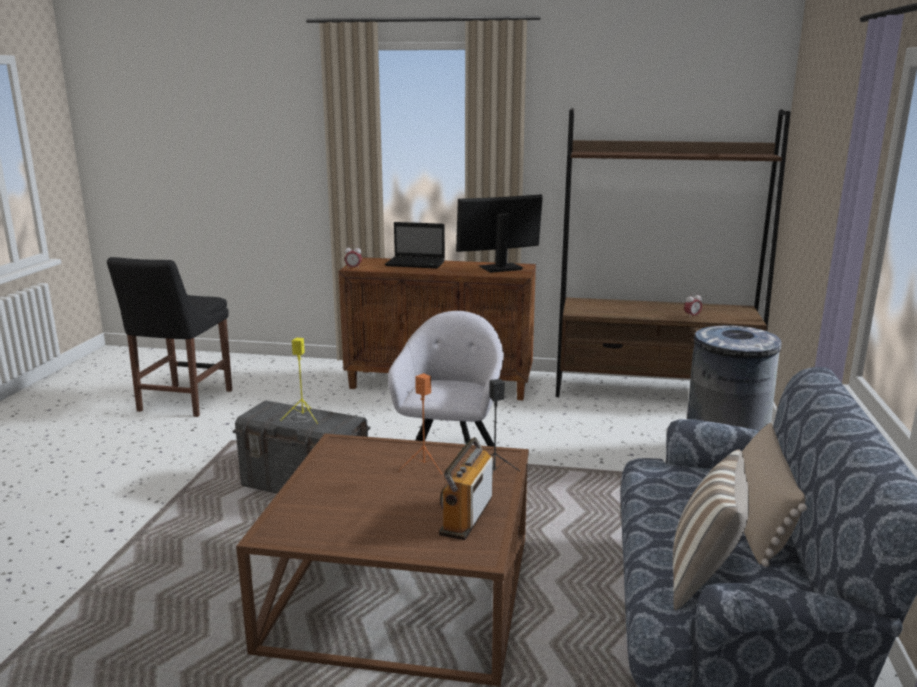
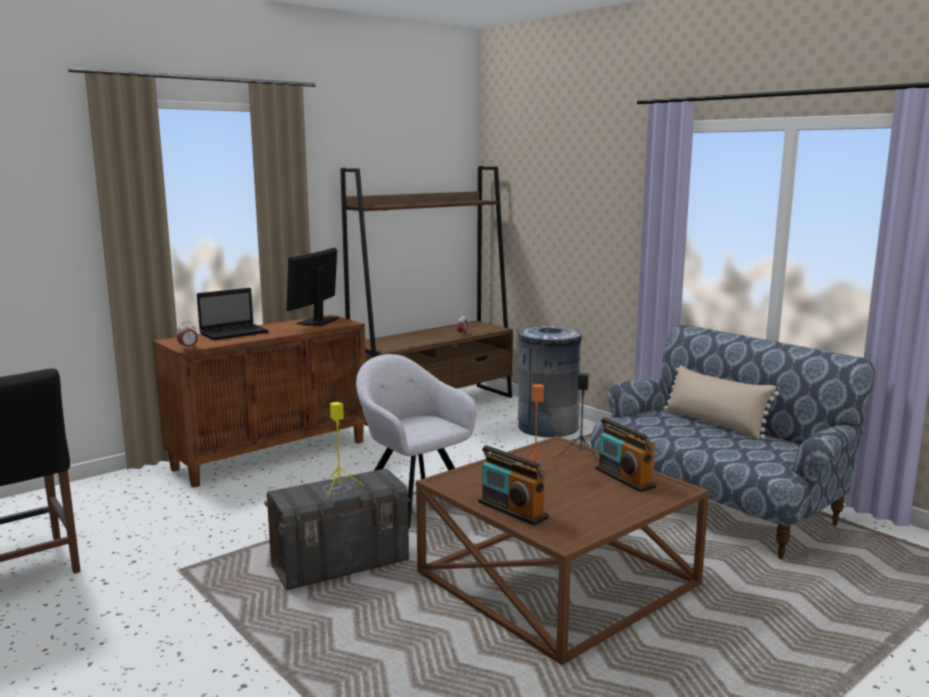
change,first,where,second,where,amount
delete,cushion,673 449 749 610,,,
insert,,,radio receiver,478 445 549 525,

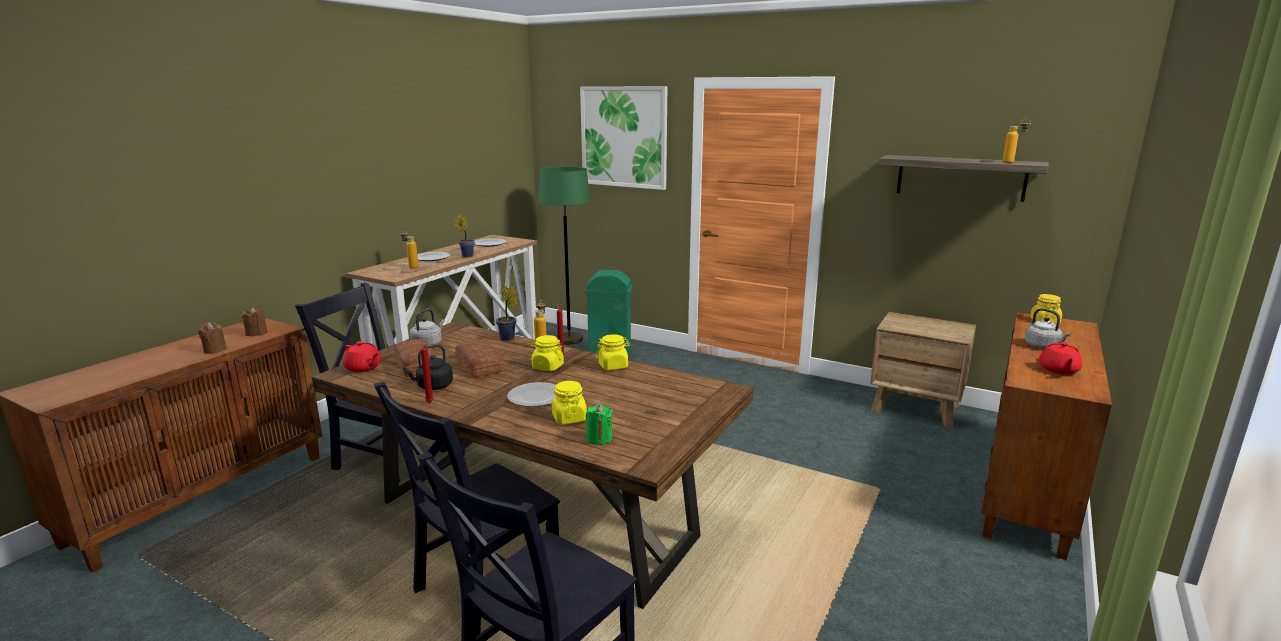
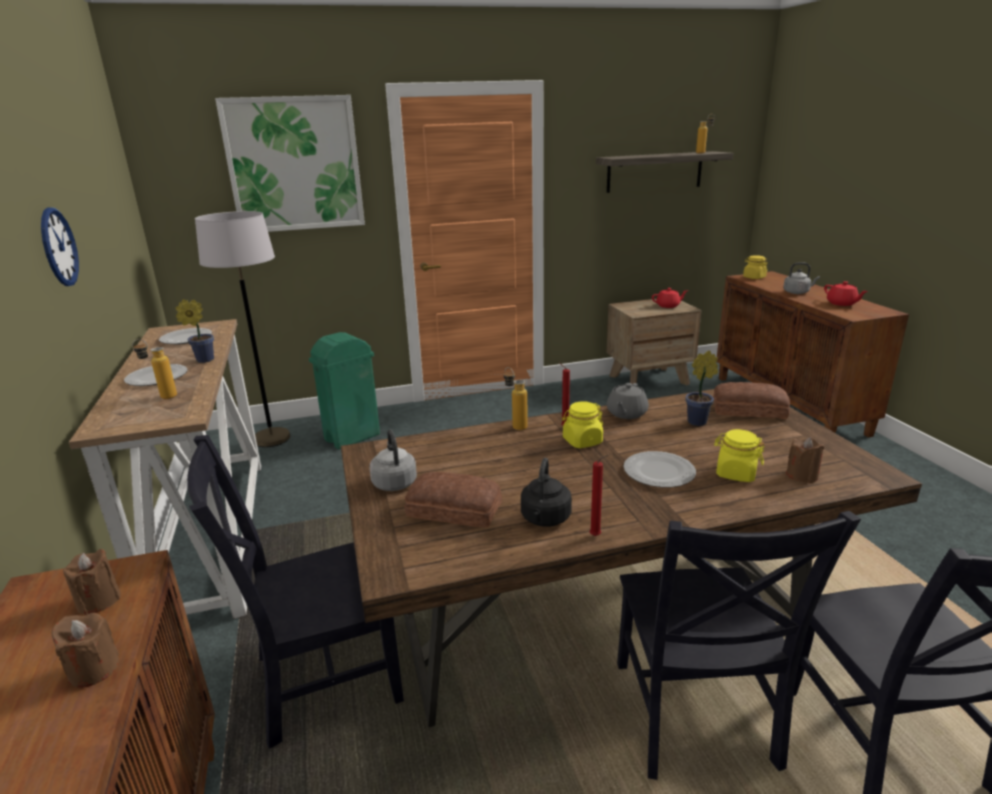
change,first,where,second,where,amount
insert,,,wall clock,41 207 79 286,
move,pot for tea in red,343 341 381 372,,652 288 688 308,
move,baked bread,455 339 505 378,,713 382 790 419,
move,potted plant,496 286 518 341,,685 351 718 426,
replace,preserve jar in yellow,596 334 630 370,pot for tea in greyish,607 383 649 419,
recolor,standing lamp in green,538 166 591 344,standing lamp in greyish,195 211 291 447,
recolor,wax light in green,586 404 613 445,wax light in brown-coloured,786 437 824 483,

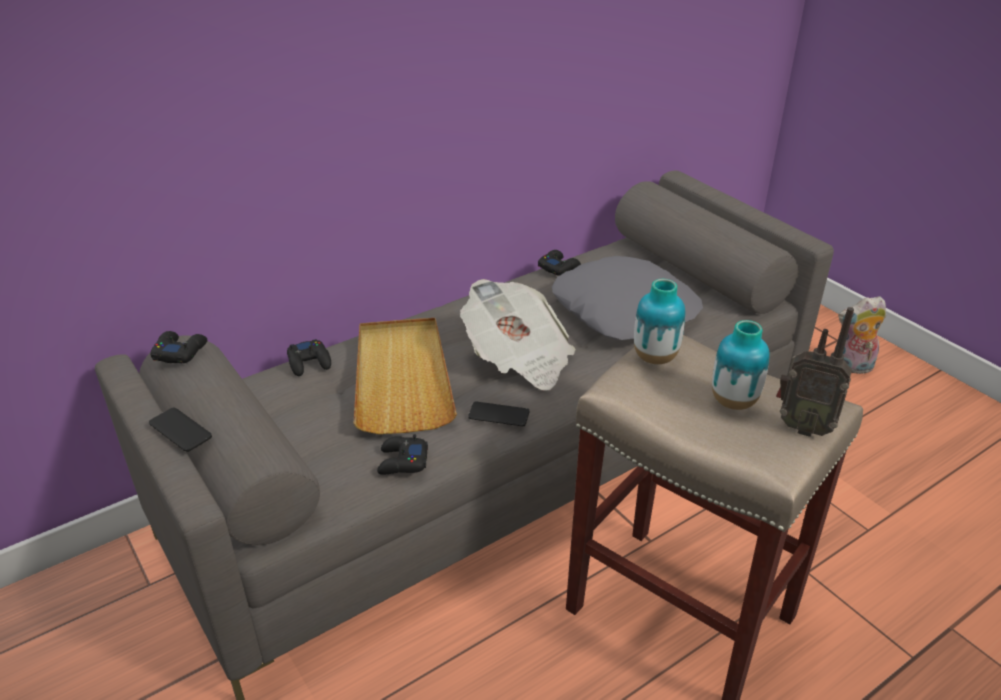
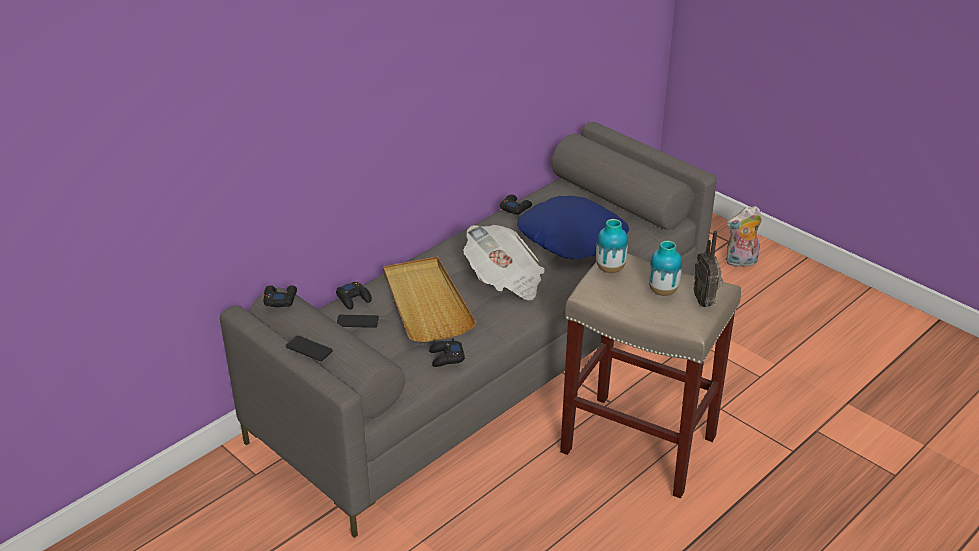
change,first,where,second,where,amount
move,telephone,468 402 529 426,,337 315 379 328,
recolor,cushion in greyish,552 256 703 340,cushion in blue-coloured,517 196 629 259,
rotate,radio receiver,776 307 854 437,,694 231 723 307,60 degrees clockwise

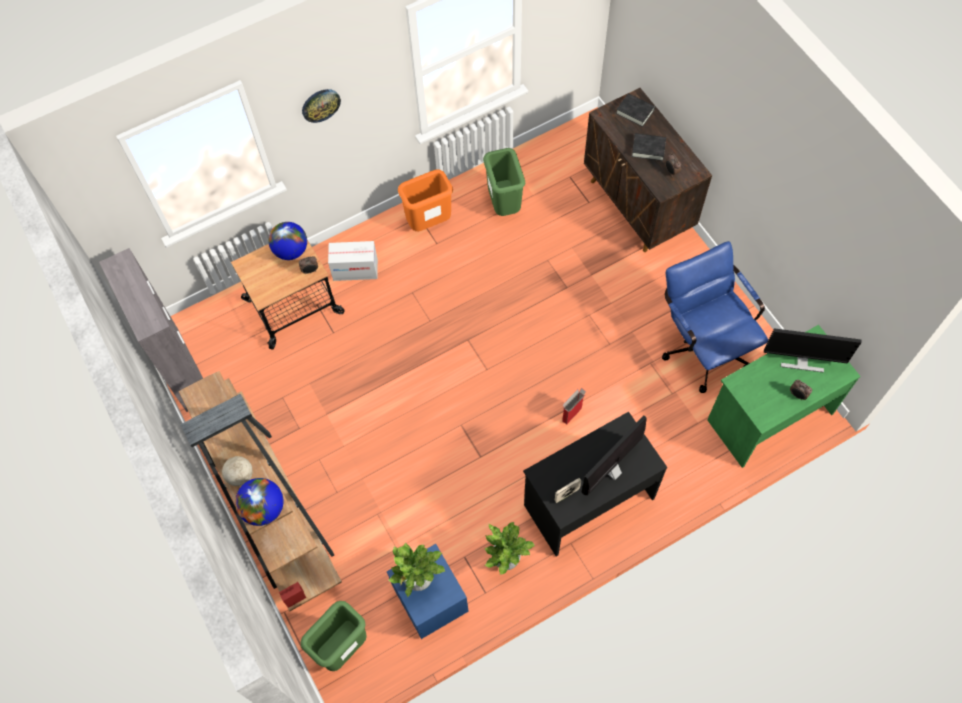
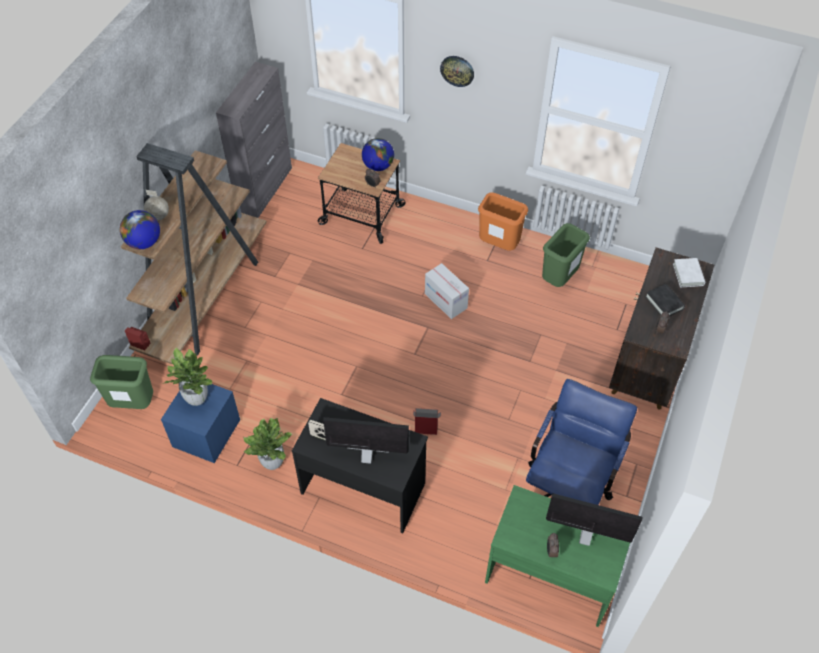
change,first,where,second,where,amount
move,packing box,328 241 378 281,,425 263 469 319,
recolor,bound book in blackish,616 93 655 127,bound book in white,673 258 705 288,
rotate,computer screen,764 328 861 373,,546 493 643 546,135 degrees clockwise

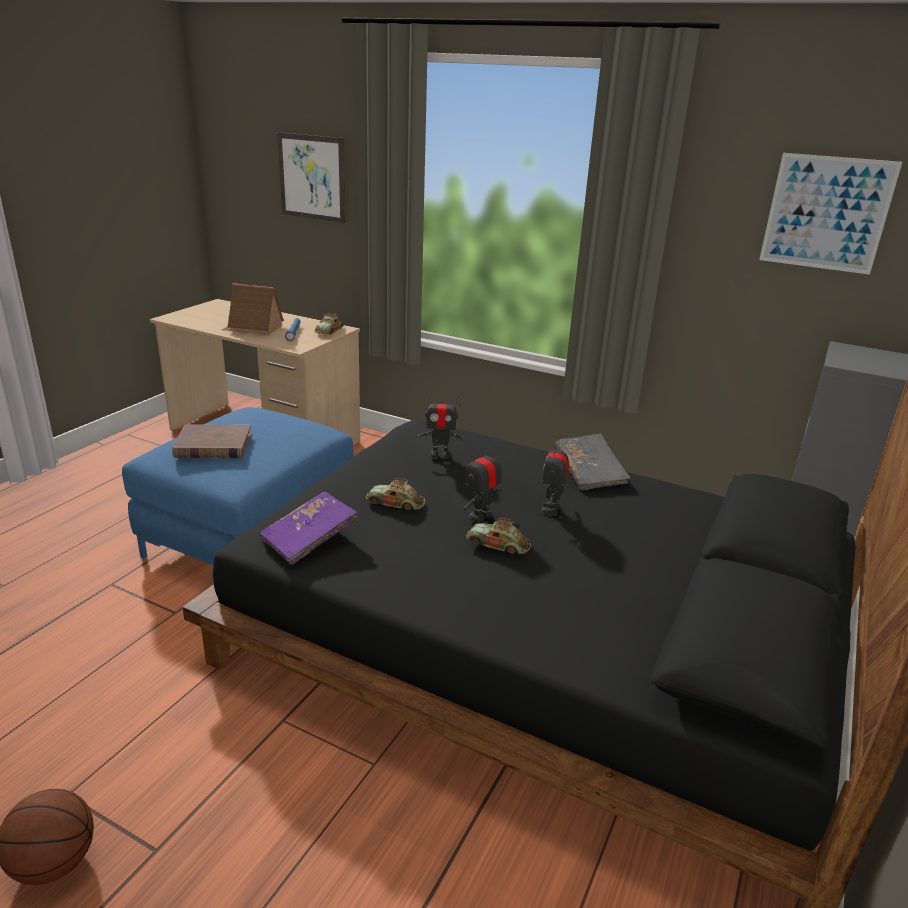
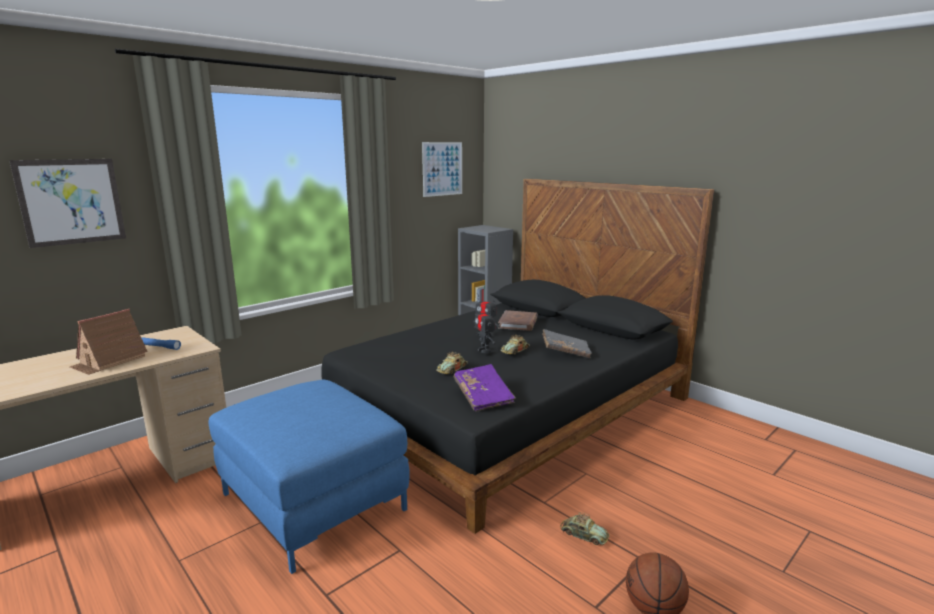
change,first,where,second,where,amount
delete,robot figure,417 392 466 459,,,
move,bound book in brown-coloured,172 424 252 458,,498 310 538 331,
move,model car,315 313 344 334,,560 512 609 545,
move,bound book in greyish,554 433 630 491,,542 329 592 358,

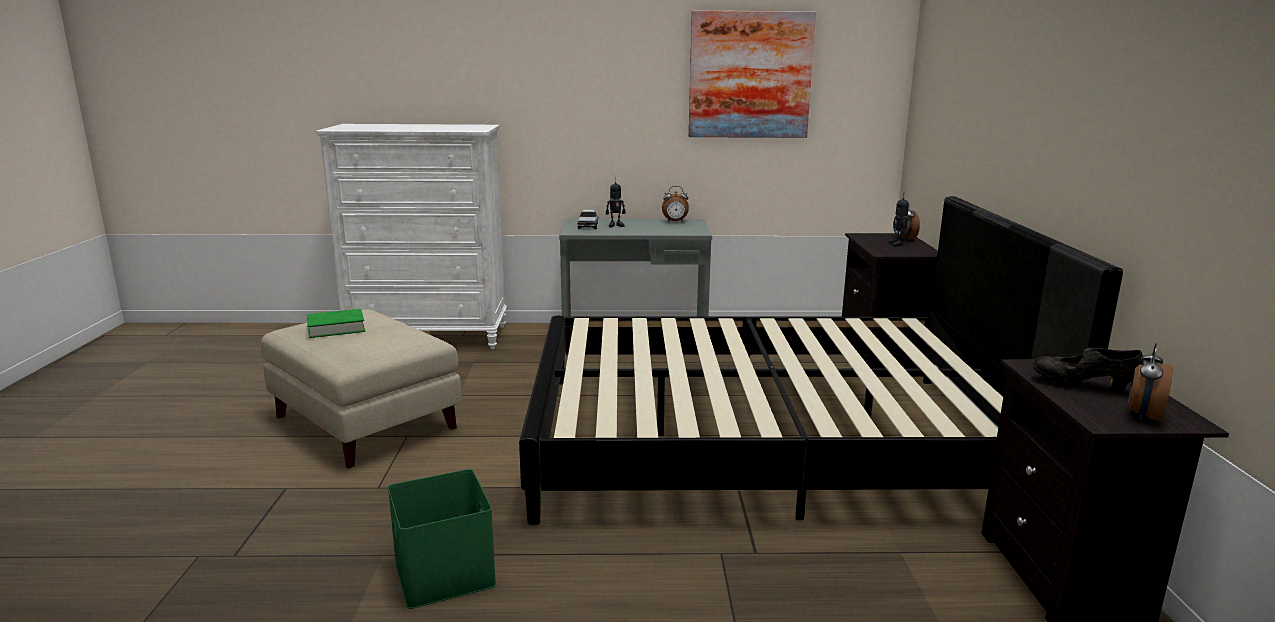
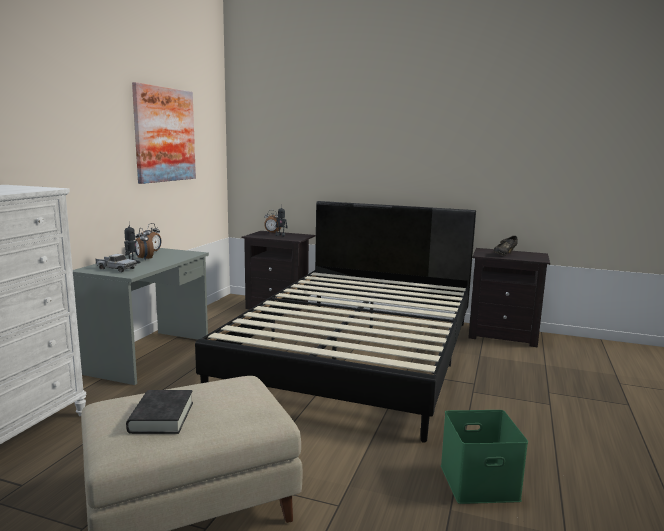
change,first,where,second,where,amount
move,table clock,1128 343 1173 421,,135 228 154 260,
recolor,bound book in green,307 309 365 338,bound book in blackish,126 390 193 434,

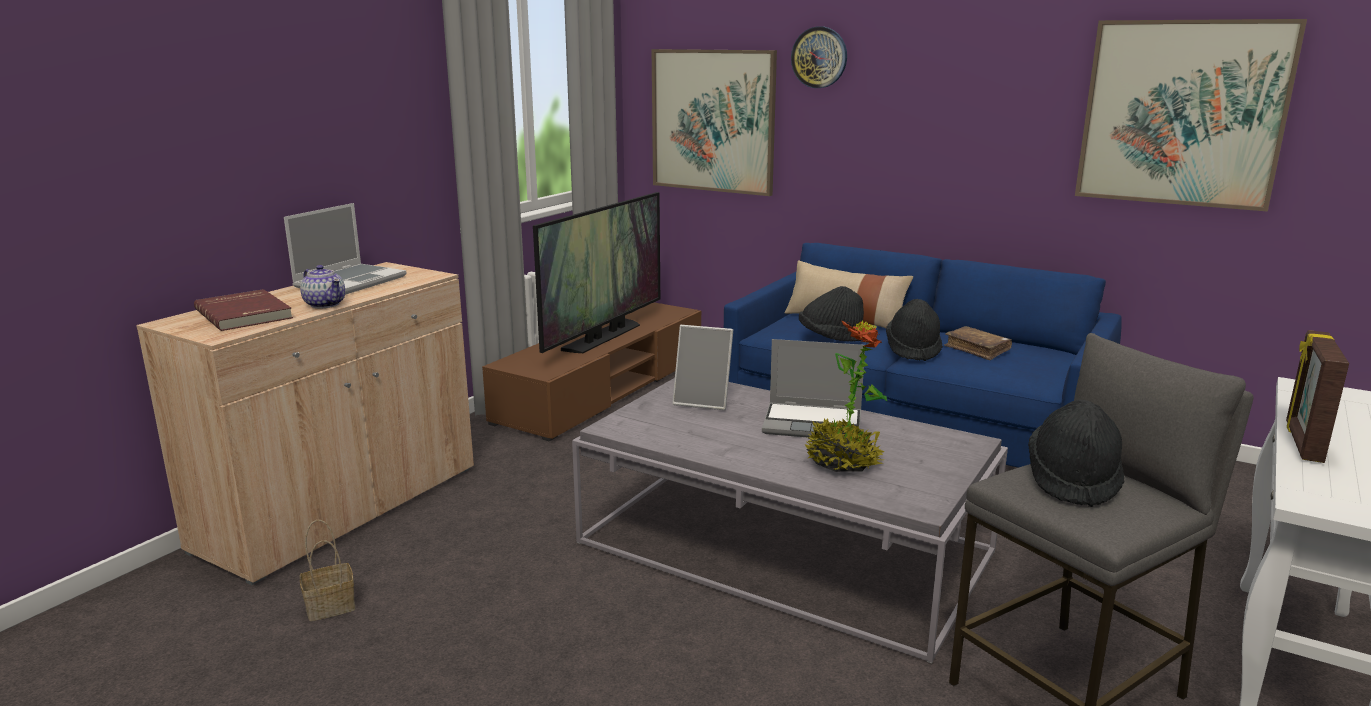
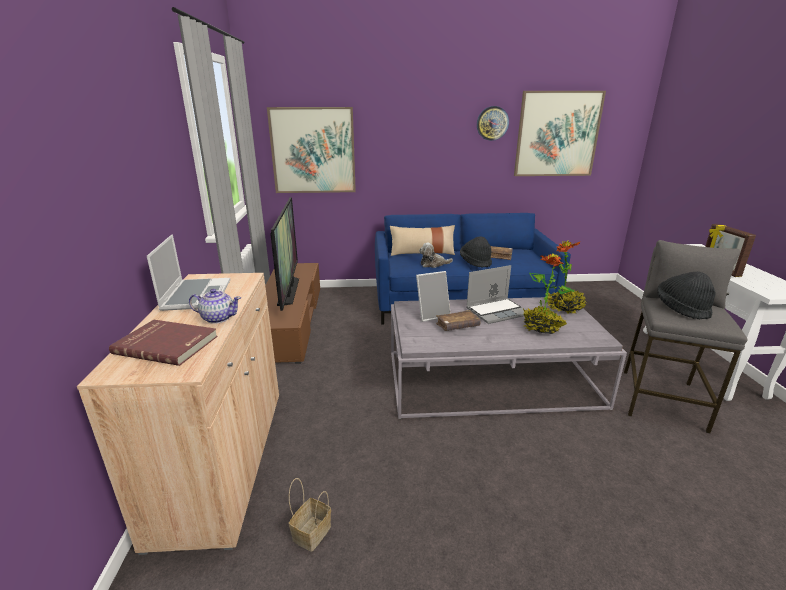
change,first,where,second,where,amount
insert,,,bound book in brown-coloured,436 310 481 331,
insert,,,potted plant,547 240 587 313,
move,wall clock,791 26 847 88,,477 106 509 141,
replace,hat in blackish,799 286 864 342,plush toy,419 243 453 268,

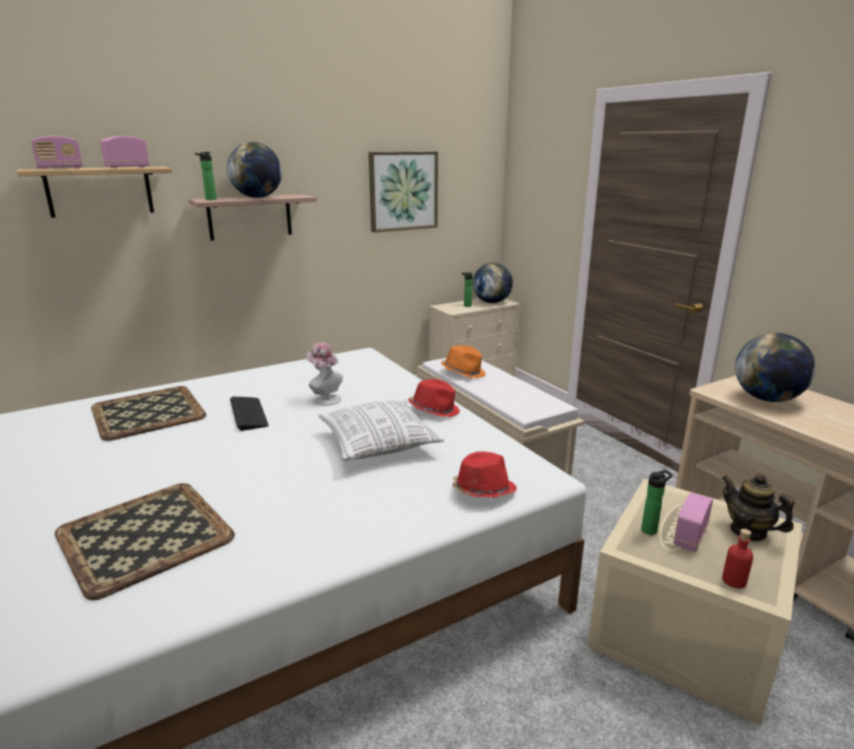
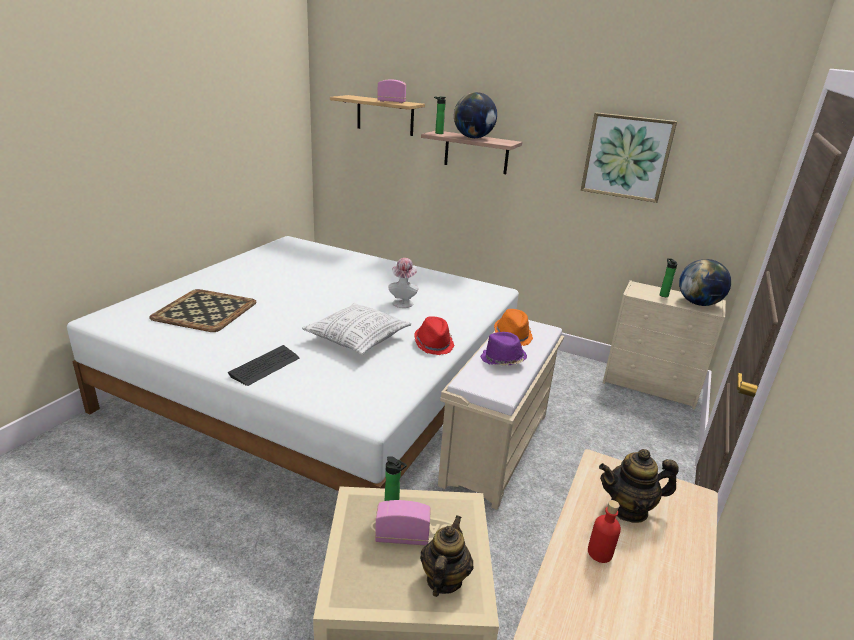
change,first,where,second,where,amount
delete,radio receiver,31 136 83 169,,,
delete,carrying tray,91 386 206 441,,,
delete,hat in red,452 451 517 498,,,
insert,,,hat in purple,481 332 527 366,
move,keyboard,230 397 269 431,,227 345 299 386,
move,bottle in red,722 529 753 589,,588 500 621 563,
replace,desk globe,735 333 816 402,pot for tea,599 449 679 523,

